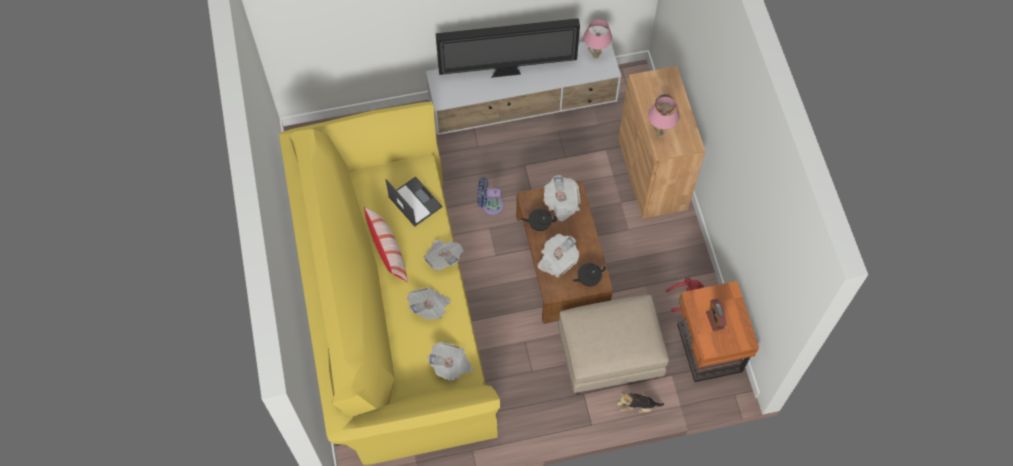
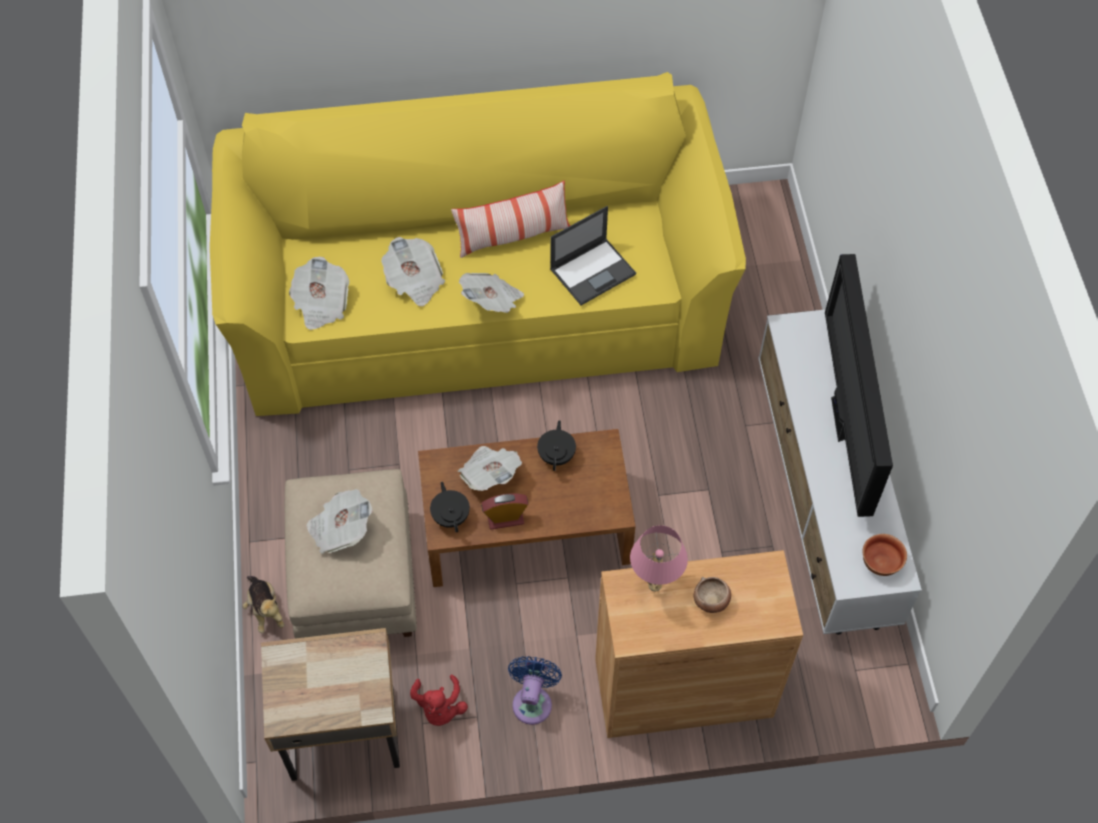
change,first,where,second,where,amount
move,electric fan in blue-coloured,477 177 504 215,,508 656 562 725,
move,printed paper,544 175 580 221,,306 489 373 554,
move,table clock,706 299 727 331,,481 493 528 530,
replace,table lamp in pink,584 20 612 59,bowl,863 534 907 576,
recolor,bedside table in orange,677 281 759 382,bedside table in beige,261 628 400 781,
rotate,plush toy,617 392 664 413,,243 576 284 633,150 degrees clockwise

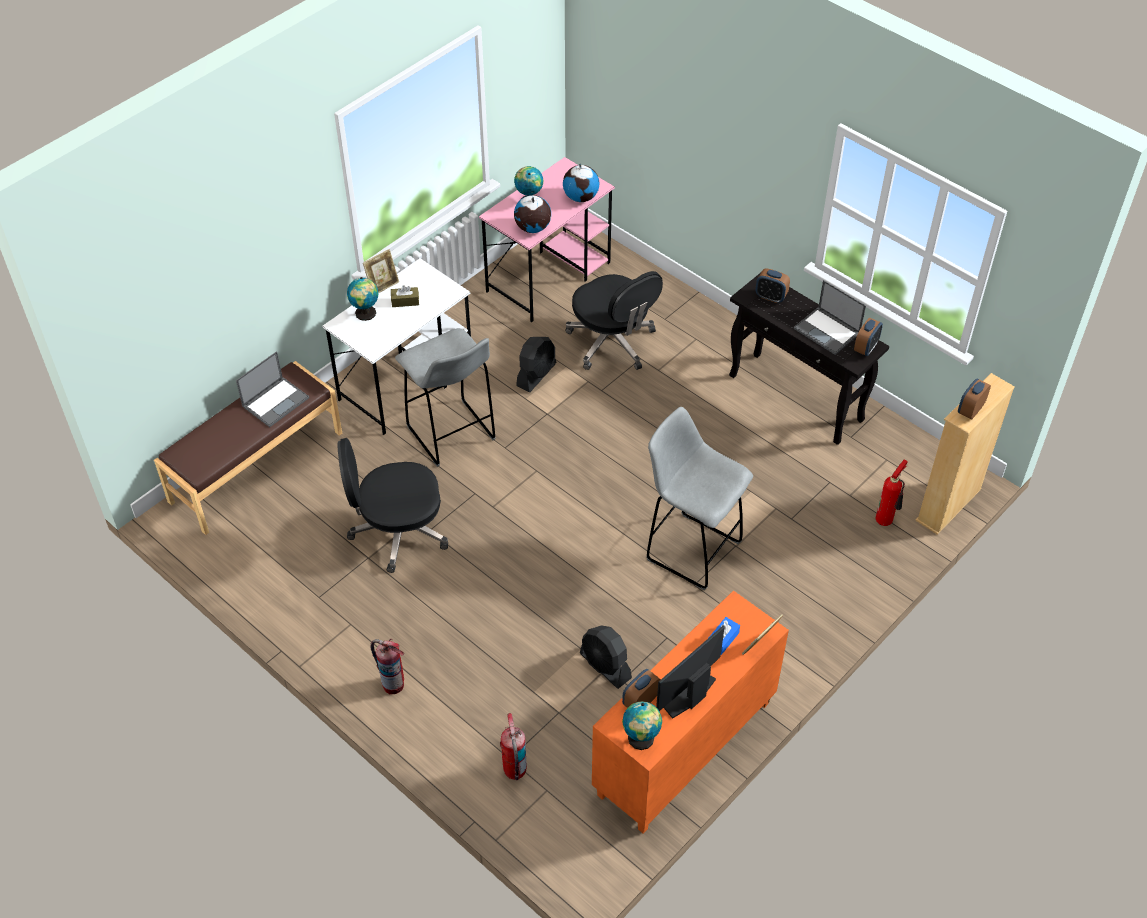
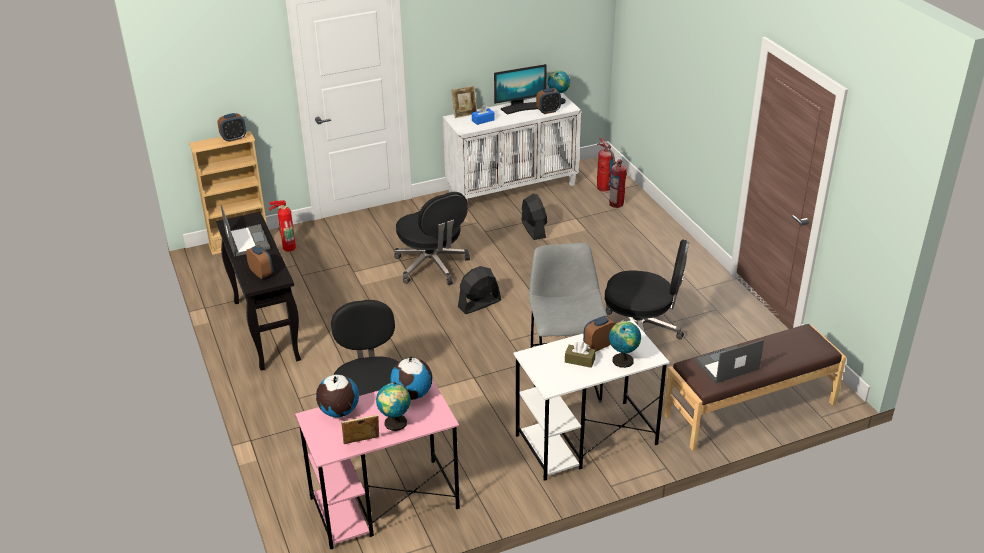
change,first,where,second,where,amount
move,photo frame,363 249 399 293,,341 415 379 444,
move,extinguisher,371 639 404 694,,597 138 615 192,
move,electric fan in blackish,516 337 556 392,,458 266 501 314,
move,table clock,854 318 883 356,,583 316 616 351,
replace,stool seat in greyish,646 407 753 590,office chair in blackish,394 192 470 285,
recolor,cabinet in orange,592 590 789 833,cabinet in white,443 93 581 199,

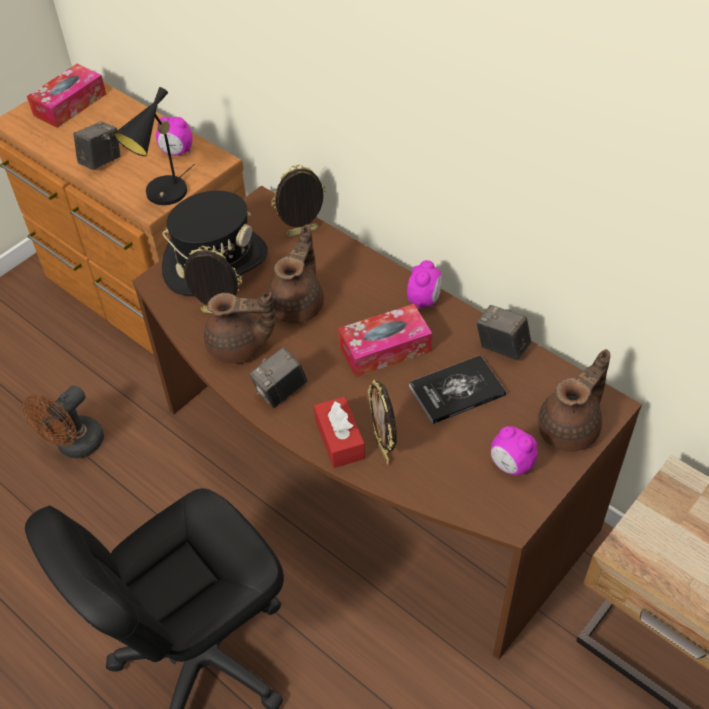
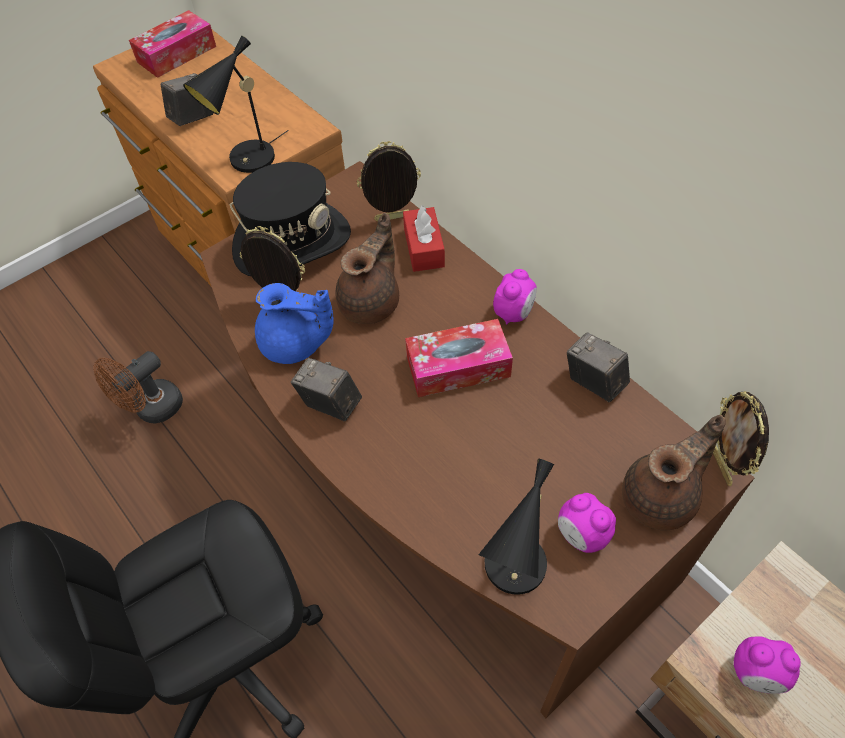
change,first,where,second,where,amount
delete,bound book,409 355 506 424,,,
insert,,,table lamp in blackish,478 459 554 594,
move,table clock,156 117 193 155,,734 636 801 694,
move,tissue holder in red,314 396 365 468,,403 205 445 272,
move,photo frame,368 380 397 464,,713 391 769 487,
recolor,pot for tea in brown-coloured,204 292 275 364,pot for tea in blue-coloured,255 283 334 364,
rotate,still camera,250 347 307 408,,291 358 362 421,60 degrees clockwise

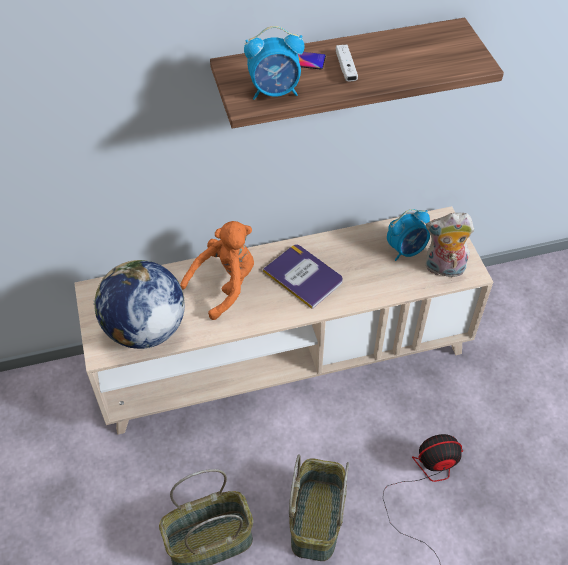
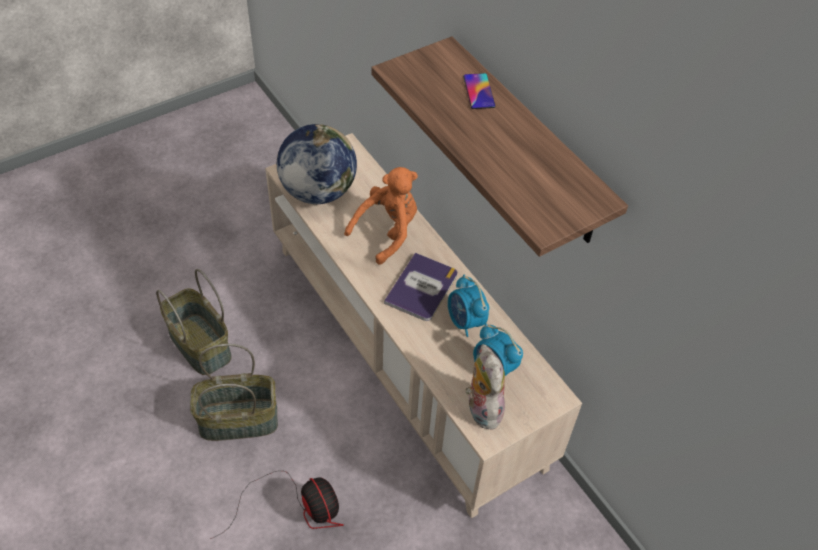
change,first,where,second,where,amount
delete,game controller in white,336 44 358 82,,,
move,table clock,244 26 305 100,,448 275 489 337,
rotate,plush toy in orange,180 221 254 320,,344 167 418 265,75 degrees counterclockwise

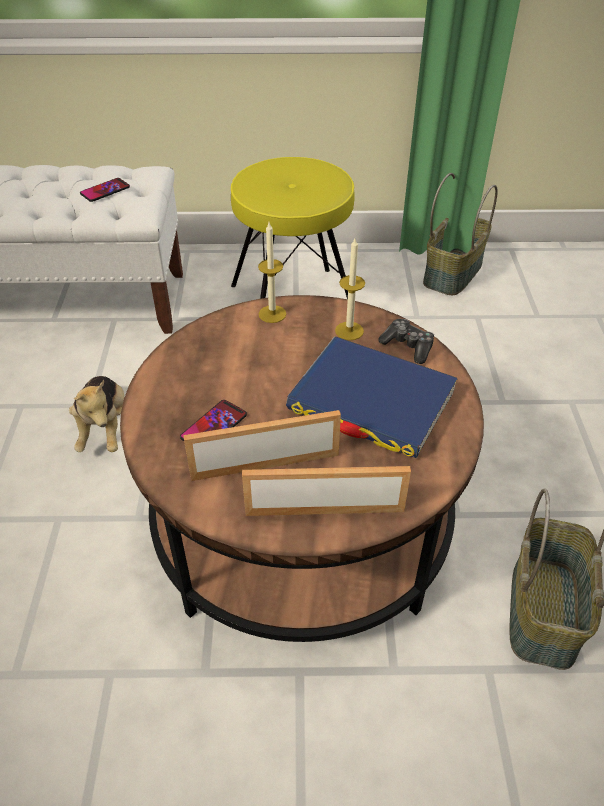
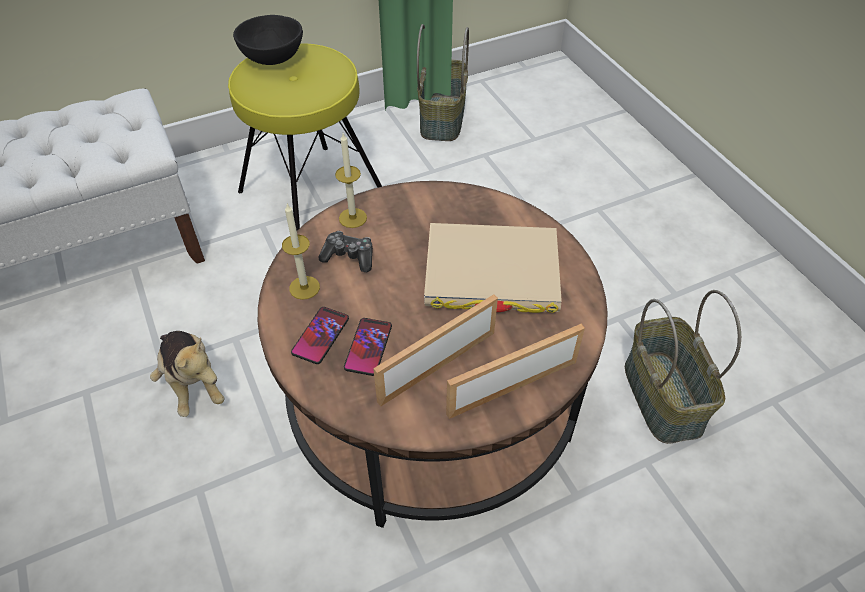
change,first,where,second,where,amount
insert,,,bowl in blackish,233 15 303 65,
move,telephone,80 178 130 202,,291 307 349 364,
move,wax light,335 238 365 340,,282 203 320 300,
move,game controller,378 319 434 364,,319 231 373 272,
recolor,bound book in blue-coloured,286 336 458 458,bound book in beige,424 223 562 313,

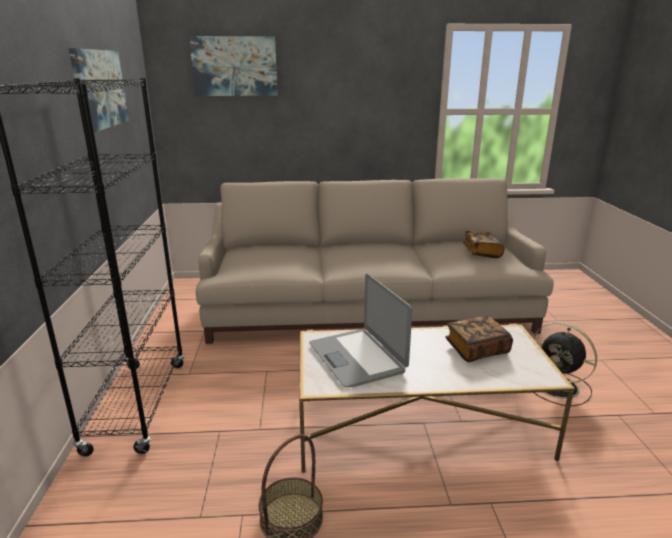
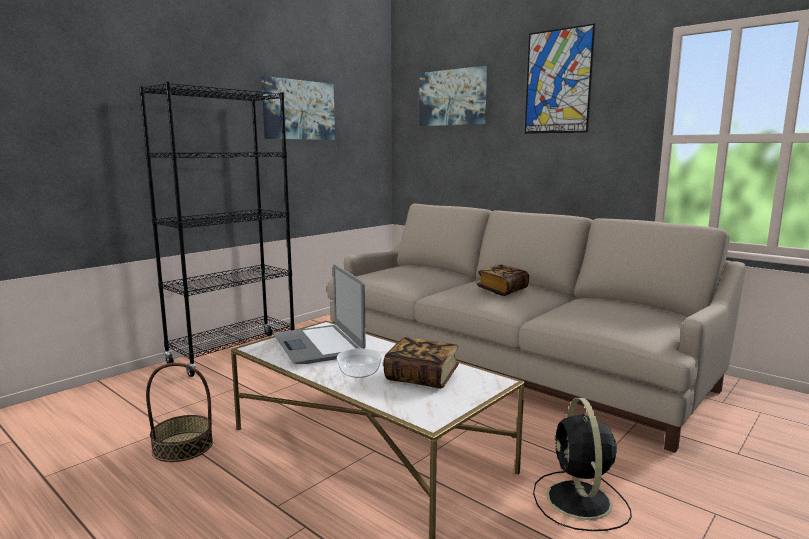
change,first,where,second,where,amount
insert,,,bowl,337 348 382 378,
insert,,,wall picture,525 23 596 134,
move,bound book,463 231 504 258,,477 265 529 296,
rotate,notebook computer,309 274 412 388,,274 264 366 364,45 degrees counterclockwise

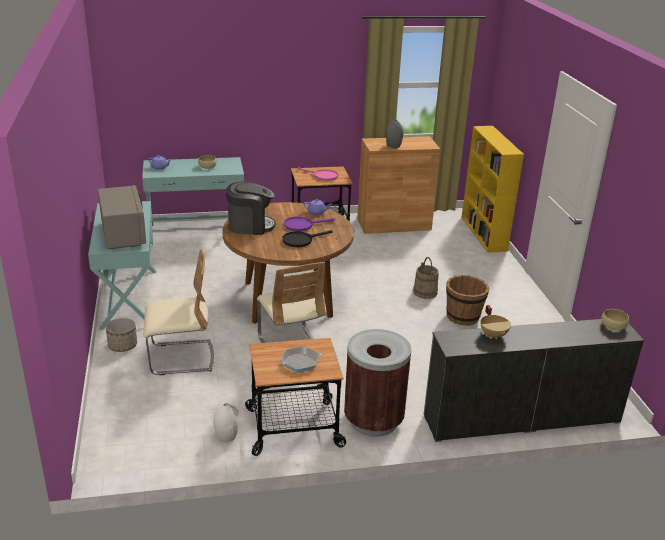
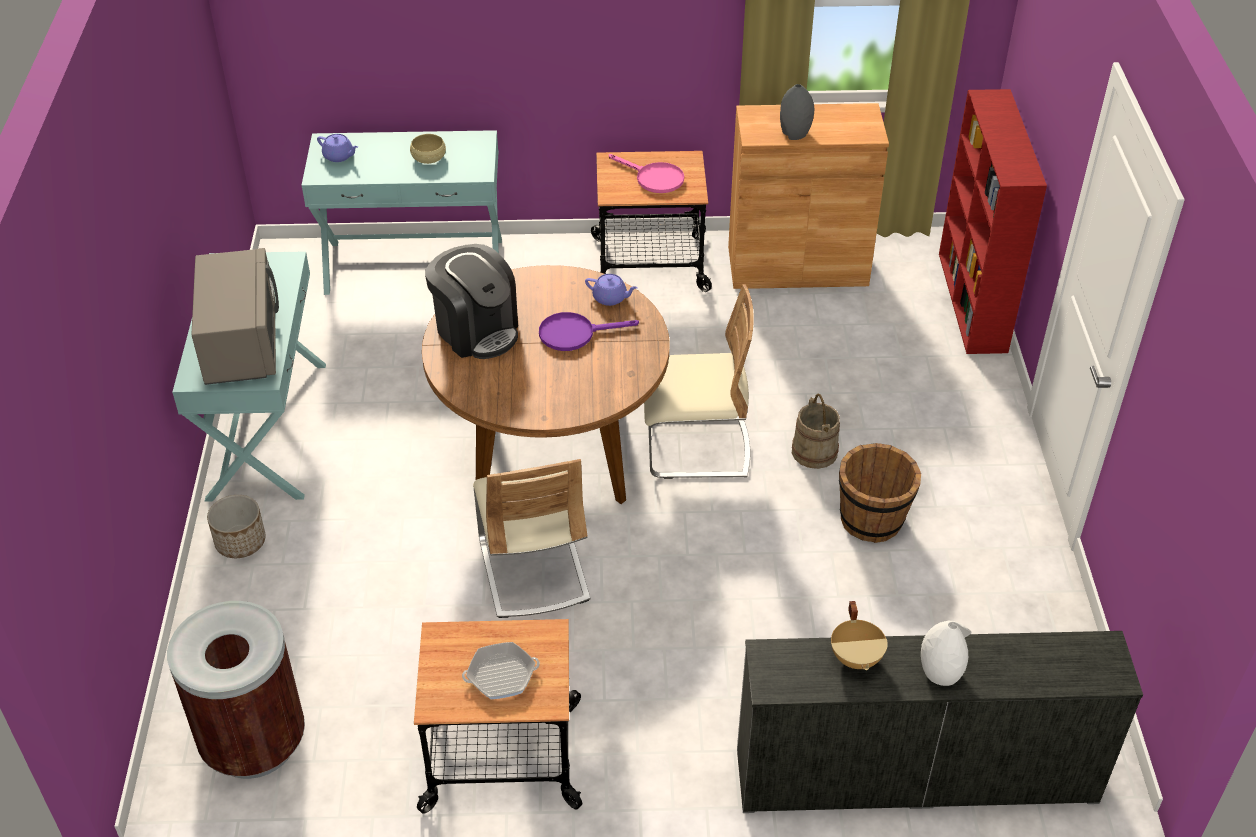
change,first,where,second,where,amount
delete,skillet in blackish,282 230 333 247,,,
delete,bowl in beige,601 309 629 330,,,
move,chair in beige,143 250 214 375,,644 284 754 479,
move,flower vase in white,213 403 239 442,,921 621 972 686,
move,rubbish bin in brown-coloured,344 329 411 437,,167 601 305 779,
recolor,shelving unit in yellow,461 126 524 253,shelving unit in red,939 89 1047 354,
rotate,coffee machine,226 182 276 235,,425 244 518 359,45 degrees clockwise

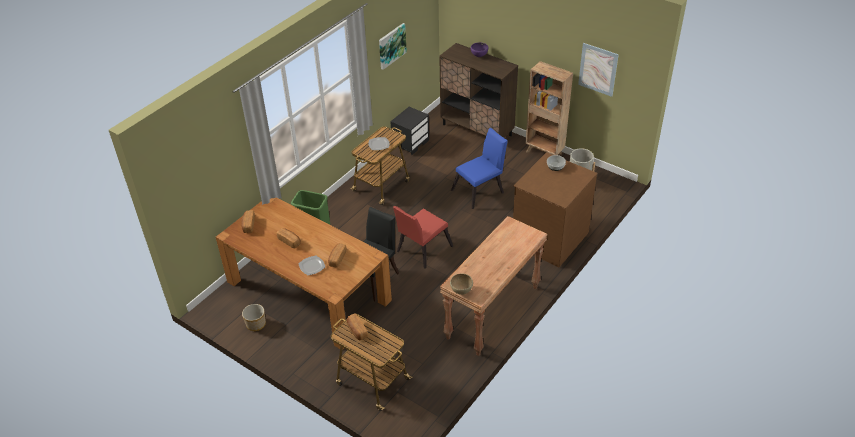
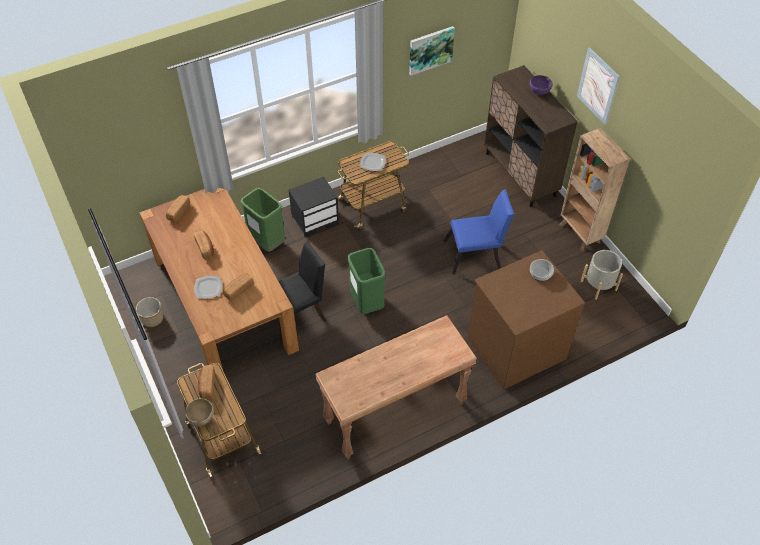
change,first,where,second,where,amount
move,bedside table in blackish,390 107 429 155,,289 177 339 237,
move,bowl in brown-coloured,450 273 473 295,,185 398 214 426,
move,wall picture,578 43 619 97,,577 47 620 125,
replace,chair in red,393 206 453 269,rubbish bin in green,347 248 386 314,

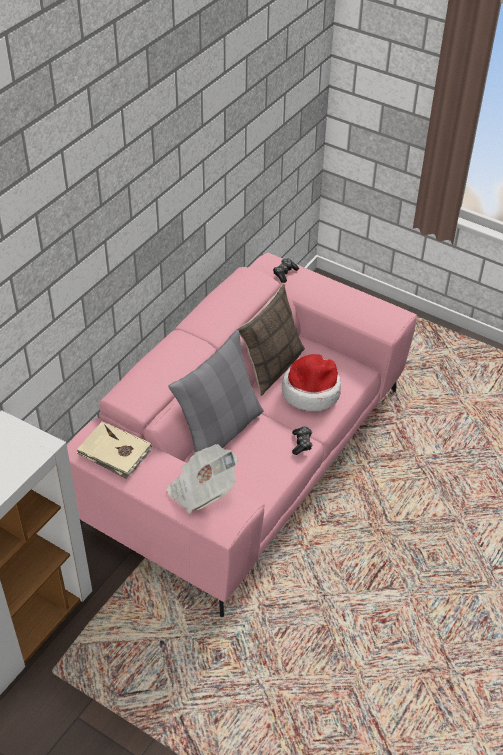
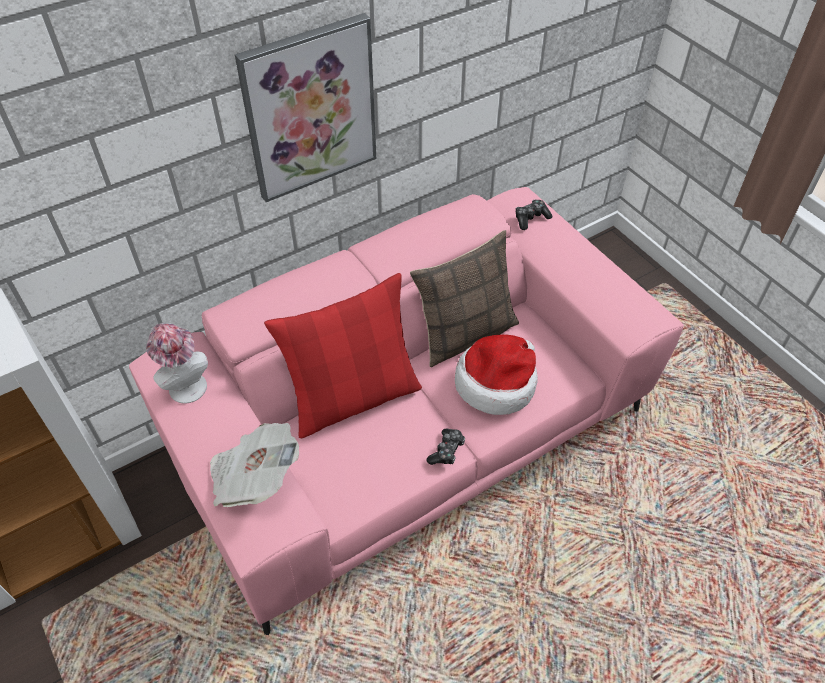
change,first,where,second,where,amount
insert,,,wall picture,235 13 376 202,
replace,bound book in beige,77 421 152 479,hat,146 323 208 403,
recolor,cushion in greyish,168 330 263 452,cushion in red,264 273 422 438,

